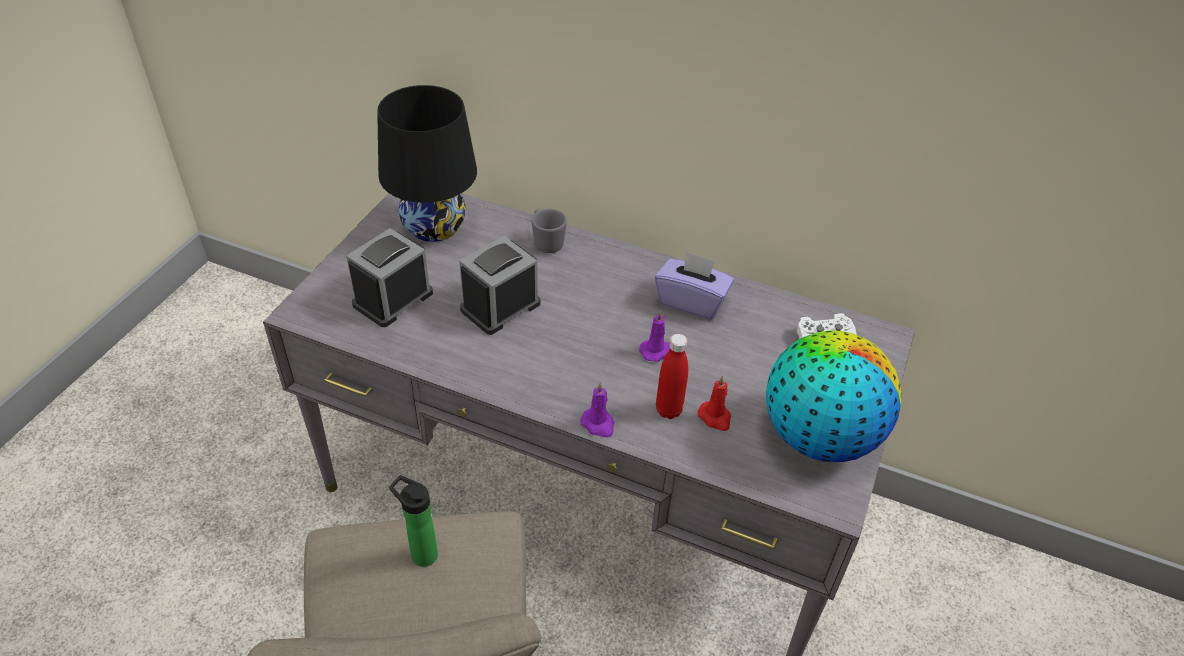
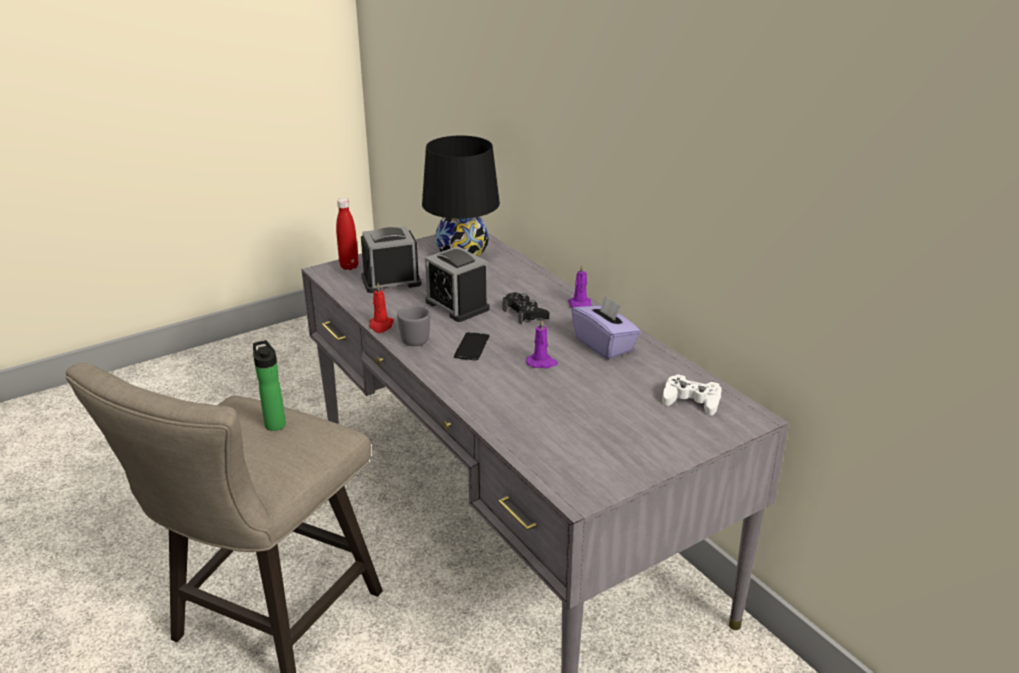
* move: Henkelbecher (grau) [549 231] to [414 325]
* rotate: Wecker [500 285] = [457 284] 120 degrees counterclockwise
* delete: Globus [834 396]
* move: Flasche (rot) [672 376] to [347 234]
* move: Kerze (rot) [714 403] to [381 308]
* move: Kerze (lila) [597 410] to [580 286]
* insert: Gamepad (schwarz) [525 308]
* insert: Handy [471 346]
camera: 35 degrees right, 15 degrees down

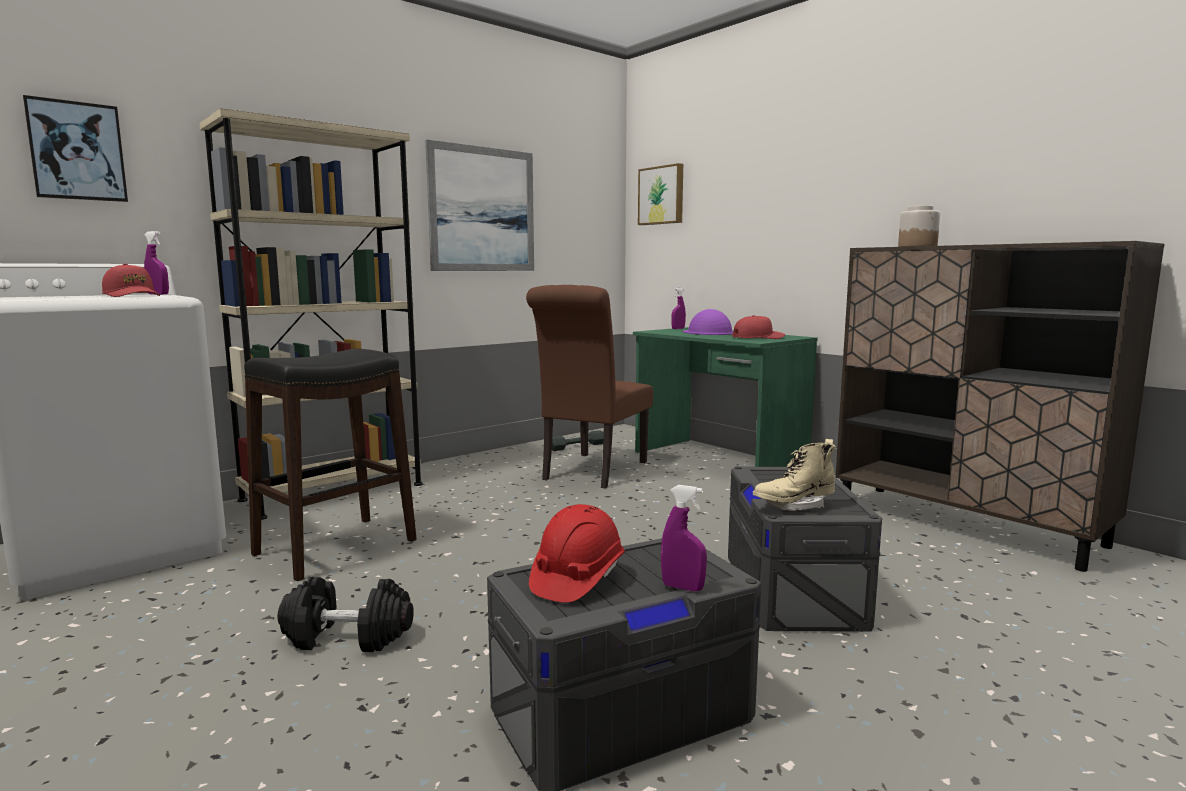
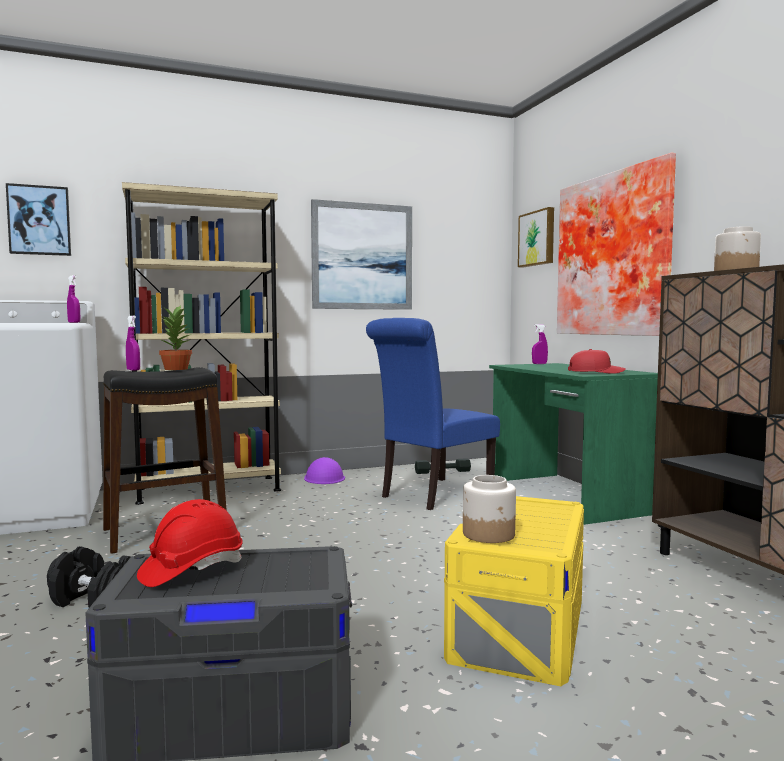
* delete: Kappe (rot) [131 280]
* recolor: Stuhl (braun) [589 387] to Stuhl (blau) [433 414]
* move: Schutzhelm (lila) [708 322] to [324 470]
* replace: Stiefel (beige) [794 475] to Vorratsglas [489 509]
* recolor: Aufbewahrungsbox (grau) [805 549] to Aufbewahrungsbox (gelb) [514 591]
* move: Sprühflasche (lila) [684 538] to [133 343]
* insert: Bild [616 244]
* insert: Topfpflanze [175 337]
camera: 20 degrees right, 5 degrees down

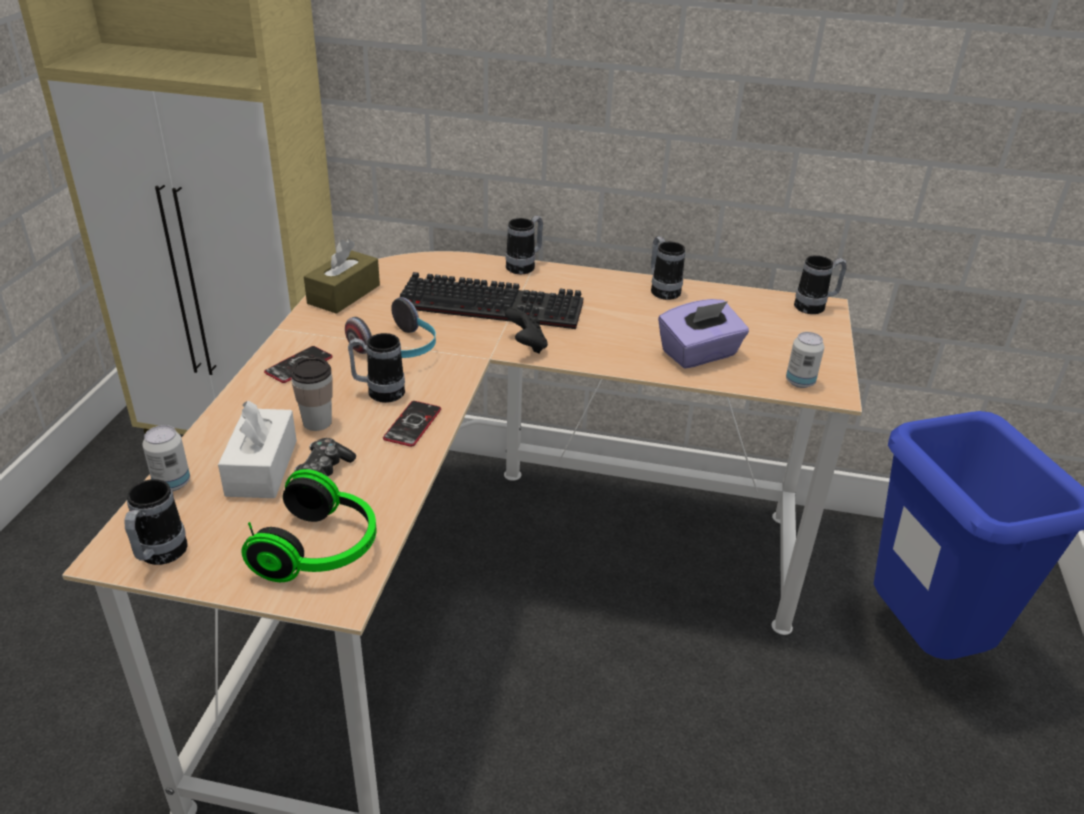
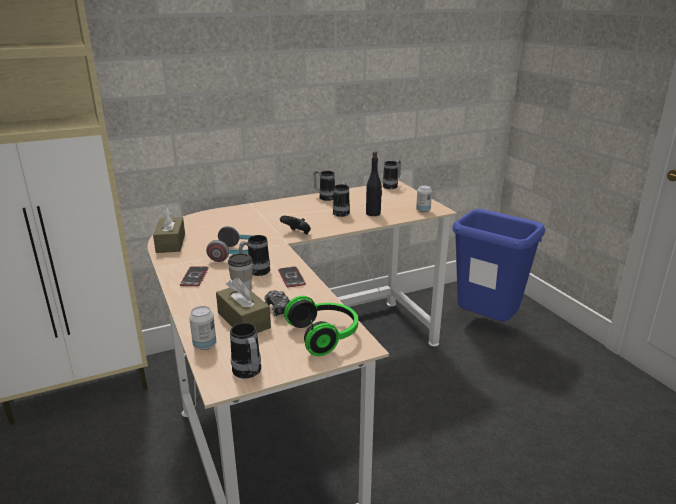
* move: Henkelbecher [524 244] to [341 199]
* delete: Tastatur [491 300]
* replace: Taschentuchbox (lila) [703 334] to Flasche (schwarz) [374 184]
* recolor: Taschentuchbox (weiß) [257 449] to Taschentuchbox (braun) [243 305]
camera: 35 degrees left, 10 degrees down

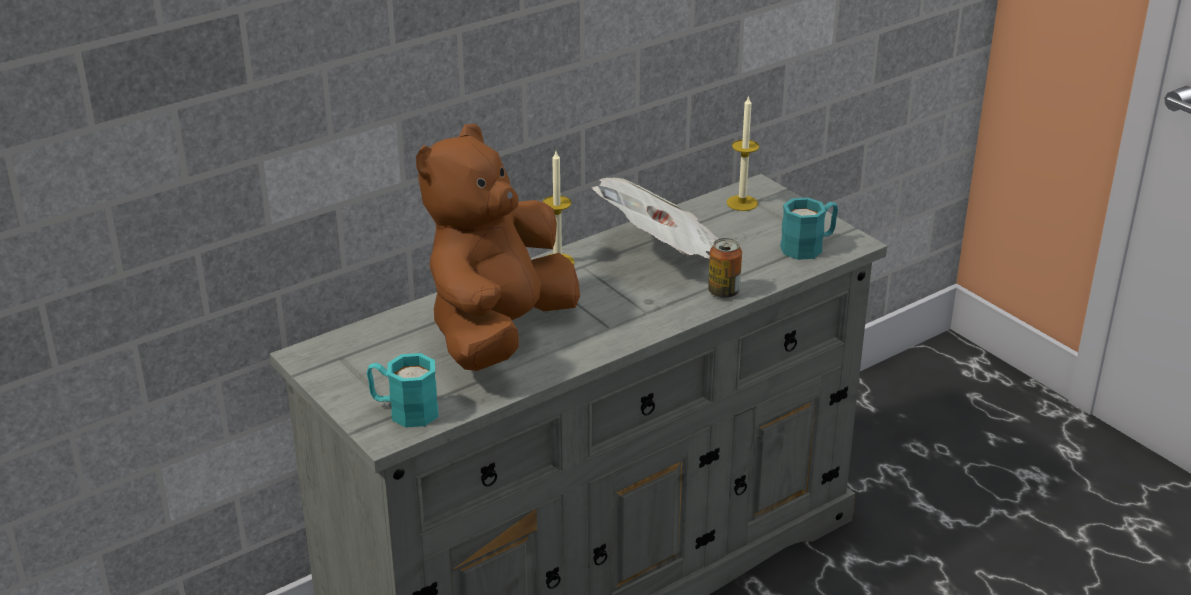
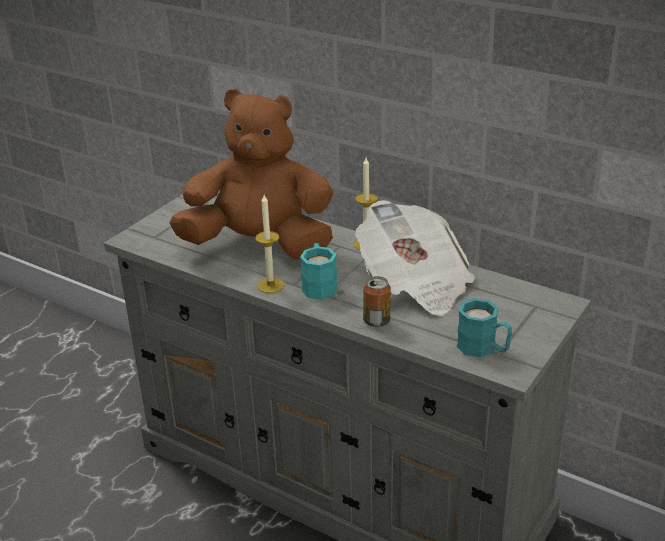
* move: Kerze [743 153] to [270 244]
* move: Henkelbecher (türkis) [403 390] to [319 271]
camera: 70 degrees right, 0 degrees up

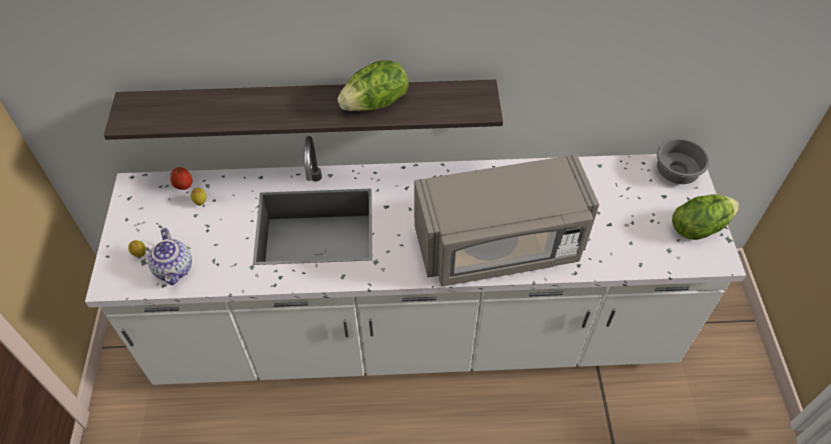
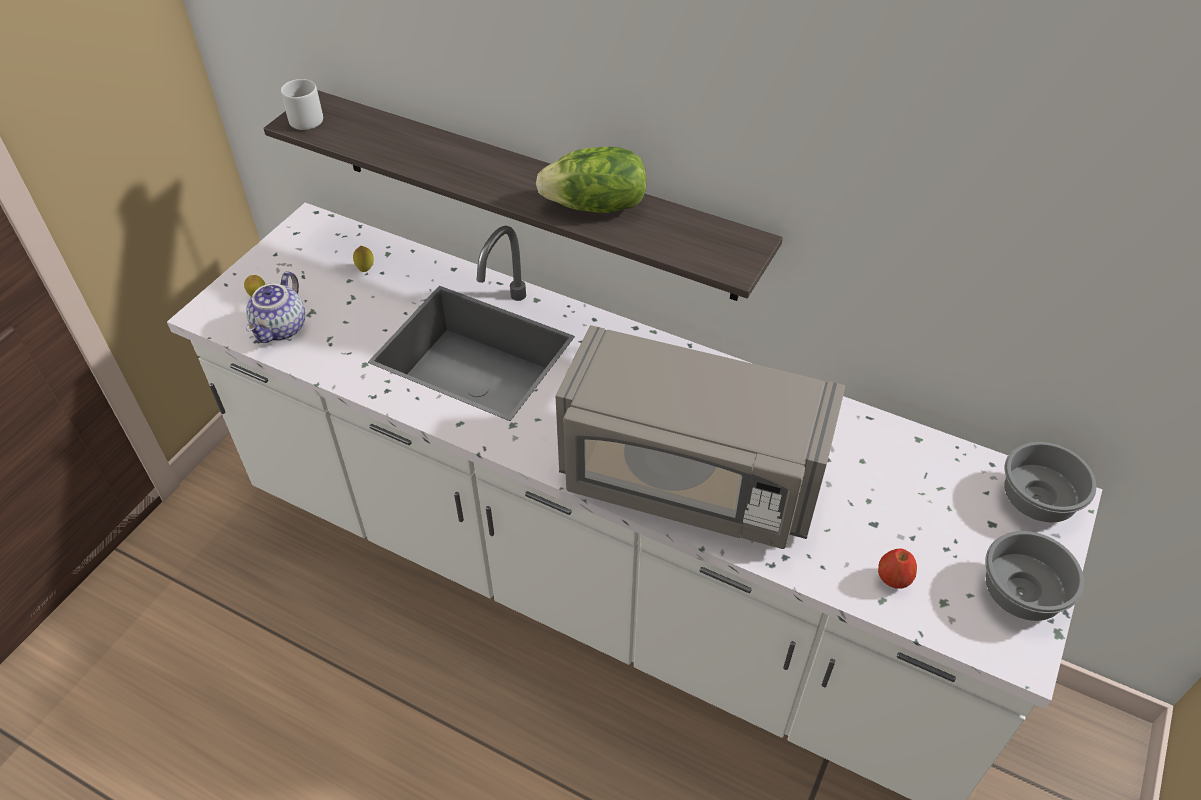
* move: Apfel [181 178] to [897 568]
* replace: Salatkopf [705 217] to Schüssel (grau) [1034 576]
* insert: Henkelbecher (grau) [302 104]
camera: 30 degrees right, 5 degrees down

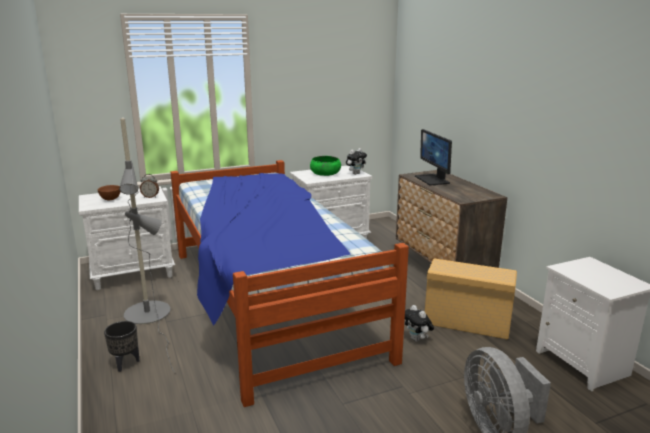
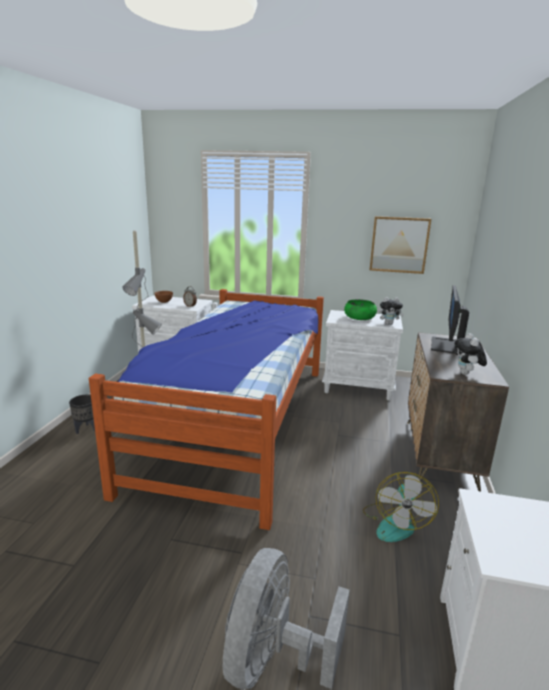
* replace: Aufbewahrungsbox (beige) [471 298] to Ventilator [401 507]
* move: Plüschtier [419 323] to [470 354]
* insert: Bild [400 245]
camera: 35 degrees right, 0 degrees up

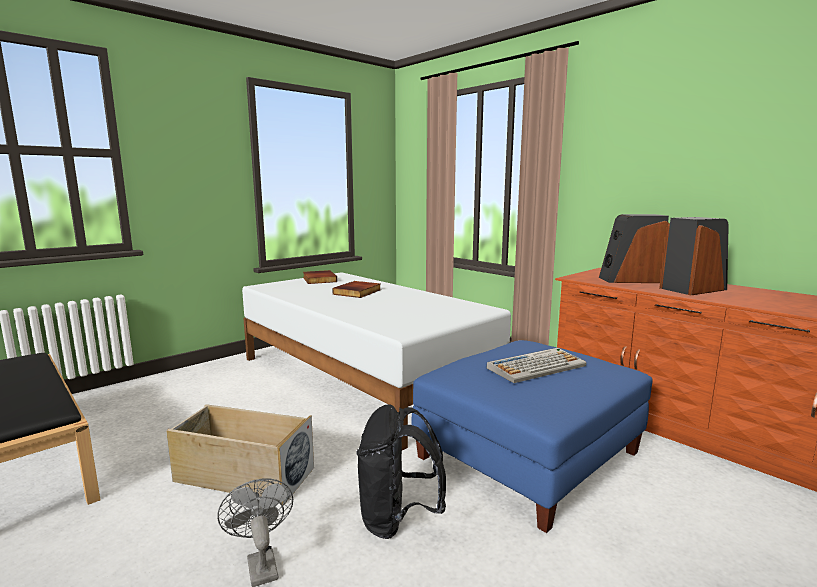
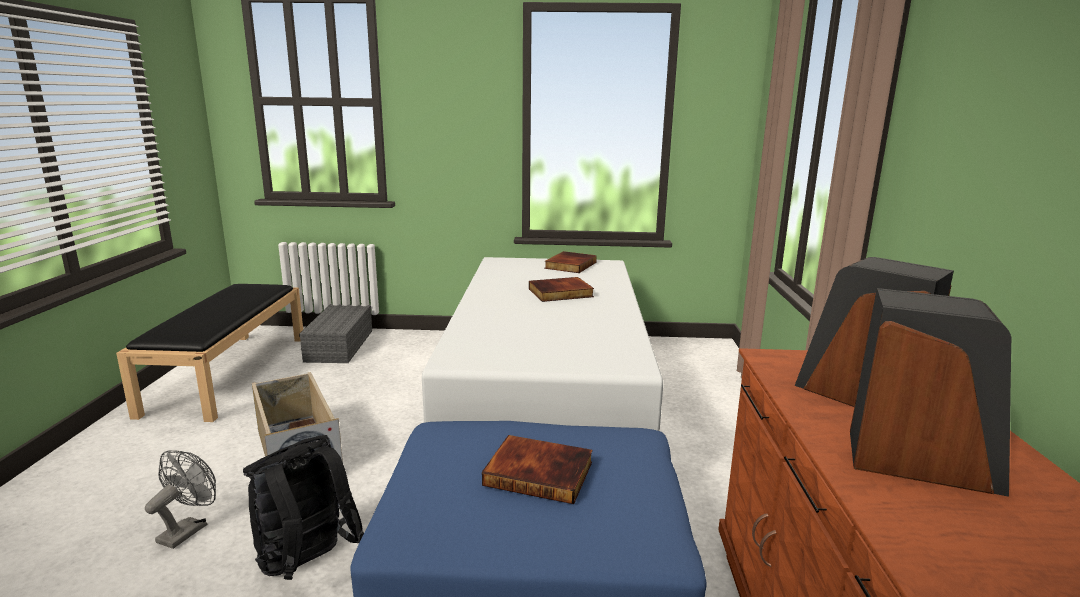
* replace: Tastatur [536 365] to Buch [537 469]
* insert: Aufbewahrungsbox (grau) [335 333]
camera: 45 degrees right, 5 degrees up

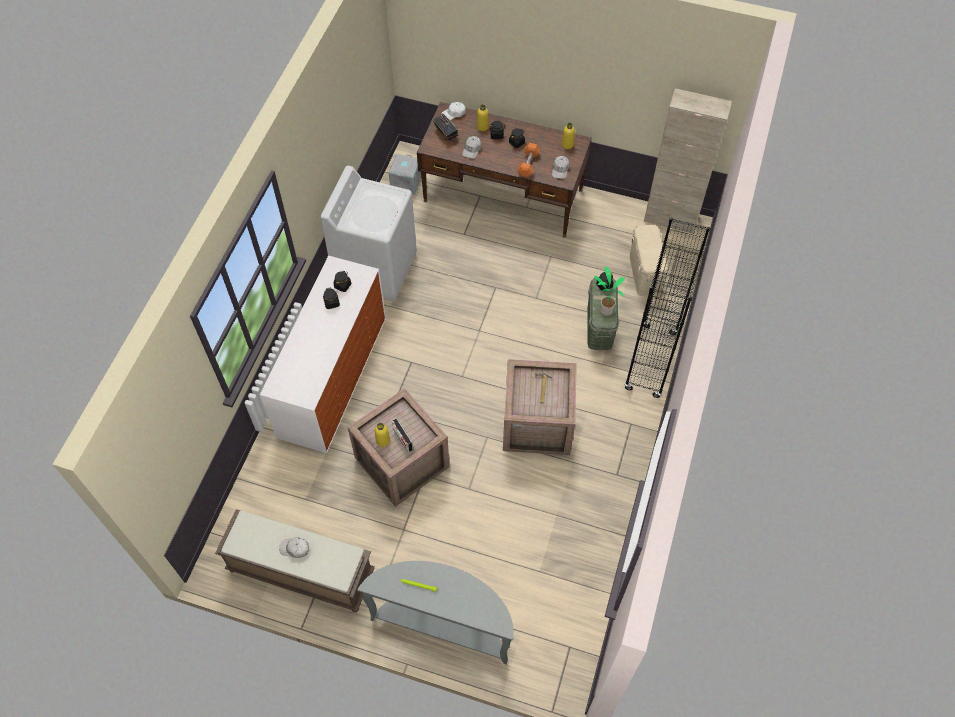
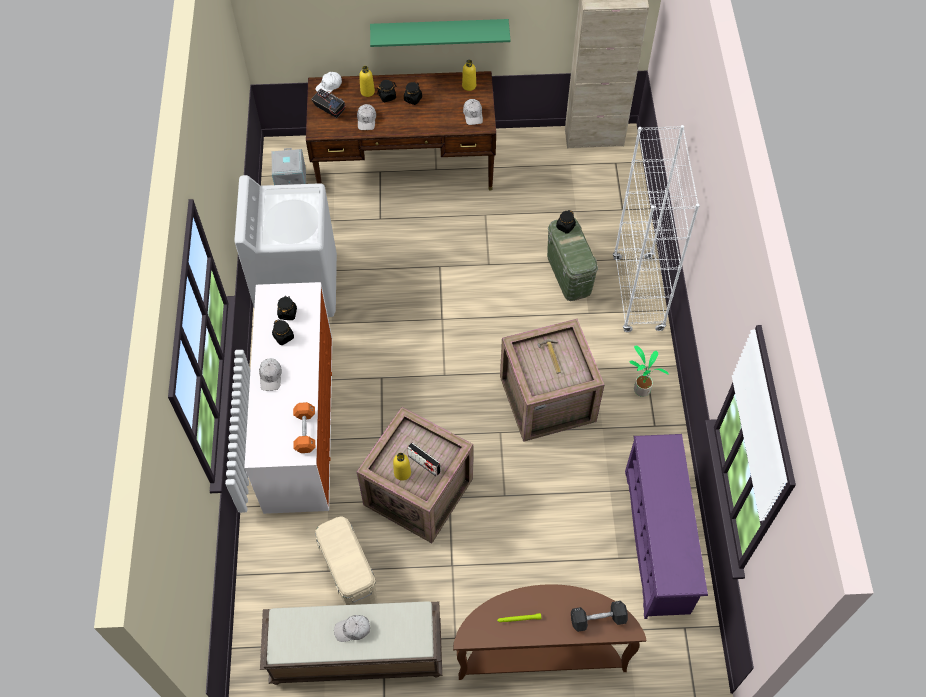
* move: Hantel (orange) [528 160] to [304 427]
* recolor: Bücherregal (schwarz) [667 308] to Bücherregal (weiß) [656 228]
* move: Aufbewahrungsbox (beige) [649 260] to [346 560]
* move: Topfpflanze [609 291] to [649 371]
* recolor: Konsolentisch (grau) [436 612] to Konsolentisch (braun) [549 632]
* insert: Wandregal (grün) [440 33]
* insert: Kappe (weiß) [270 374]
* insert: Schuhregal (lila) [666 526]
* insert: Hantel (schwarz) [599 616]
camera: 20 degrees left, 0 degrees up

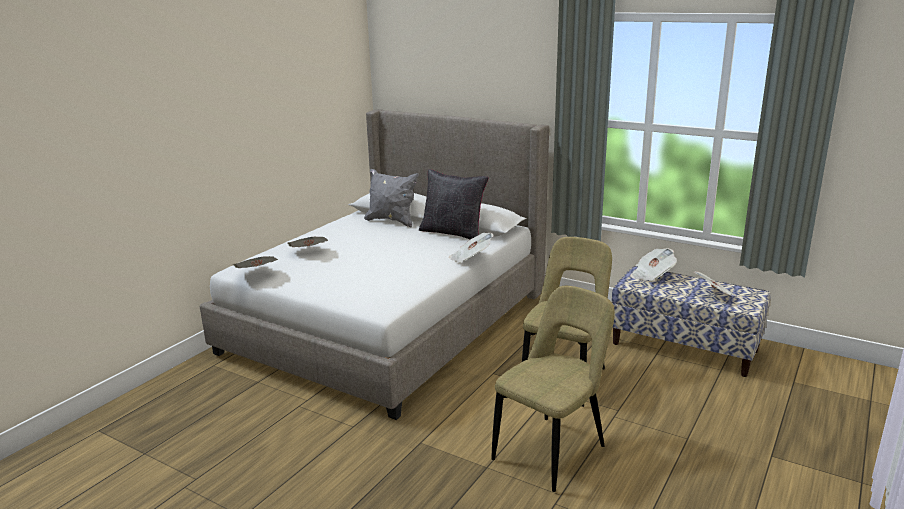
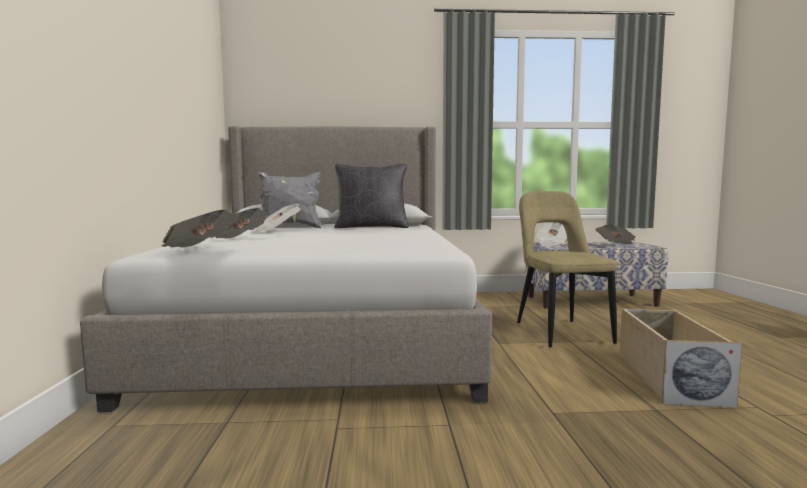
* move: Zeitung [471 248] to [276 218]
* replace: Stuhl (beige) [553 389] to Aufbewahrungsbox (beige) [681 358]
camera: 35 degrees left, 15 degrees down

